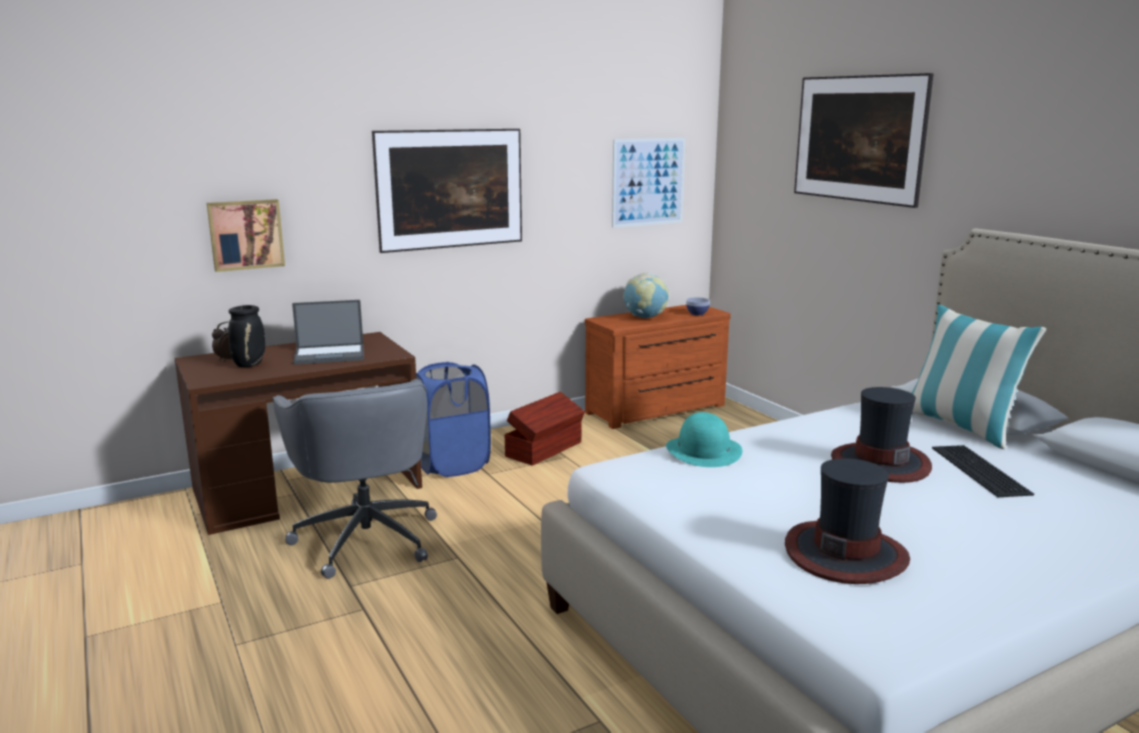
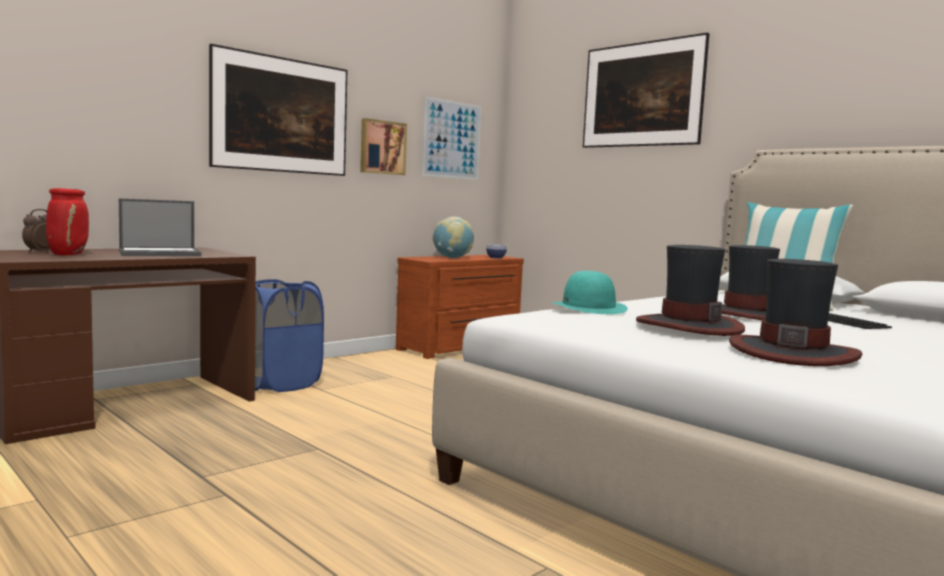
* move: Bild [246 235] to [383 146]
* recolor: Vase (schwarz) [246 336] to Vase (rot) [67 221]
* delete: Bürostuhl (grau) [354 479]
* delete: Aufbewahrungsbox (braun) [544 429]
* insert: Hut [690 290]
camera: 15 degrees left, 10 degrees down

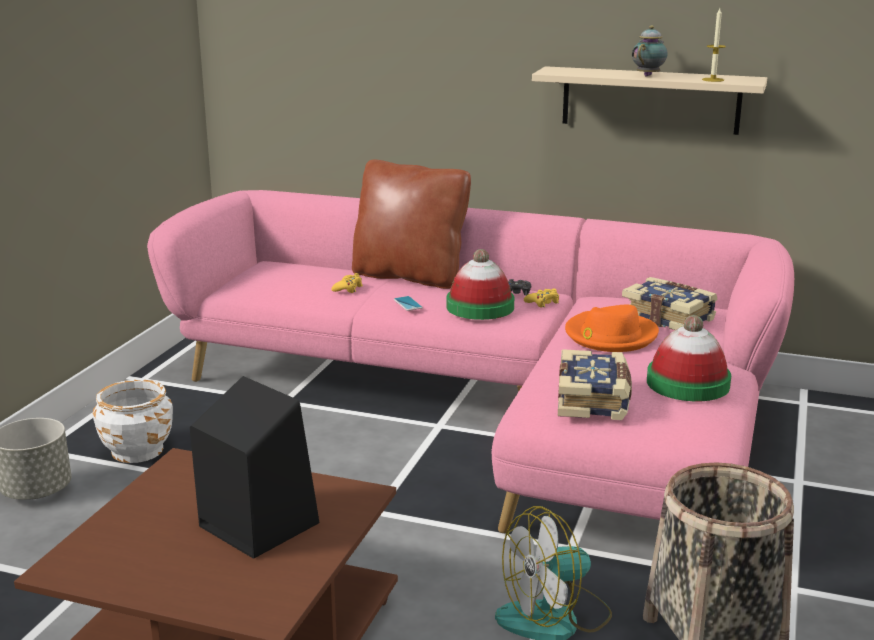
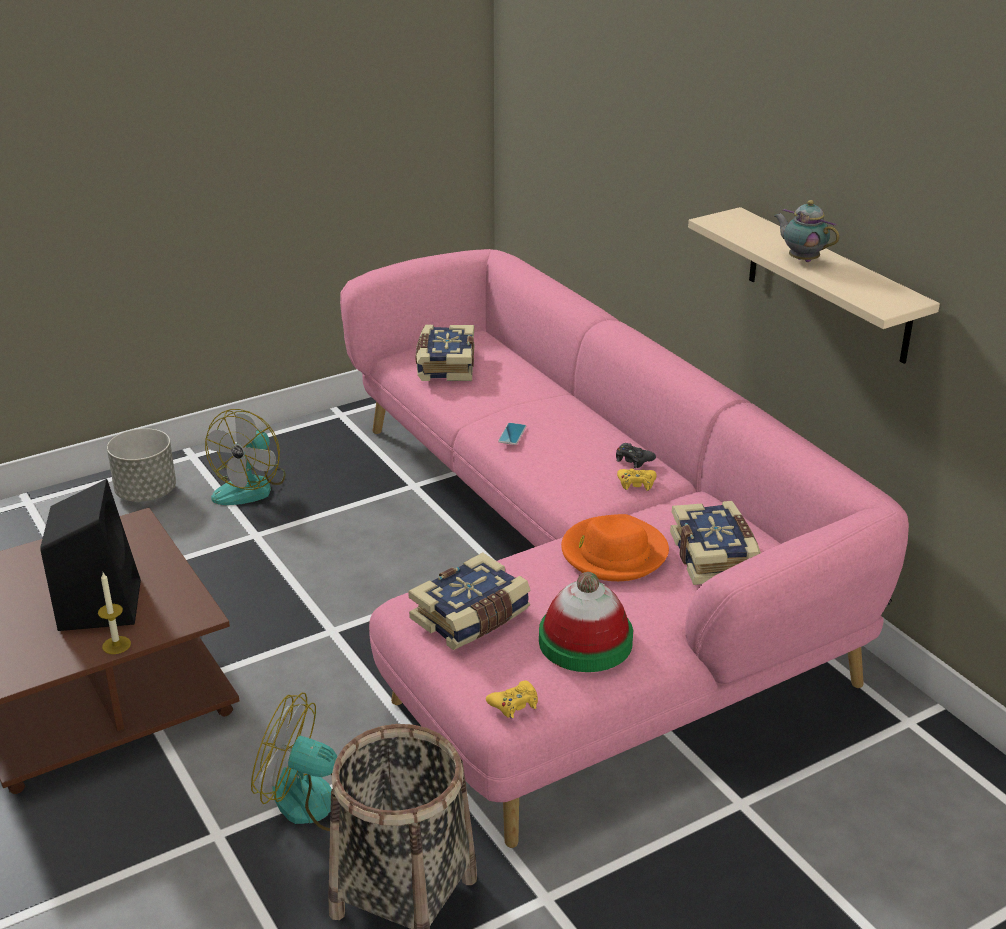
* move: Kerze [714 45] to [114 613]
* rotate: Teekanne [650 51] = [807 231] 120 degrees counterclockwise
* delete: Kissen (braun) [411 224]
* delete: Hut [480 284]
* move: Gamepad (gelb) [347 283] to [512 699]
* replace: Pflanzkübel (weiß) [133 421] to Ventilator [245 457]
* insert: Buch [445 353]
camera: 40 degrees right, 10 degrees up

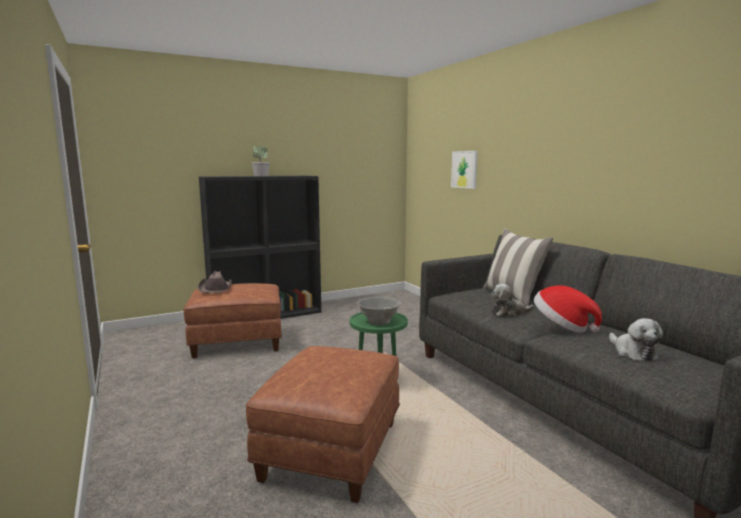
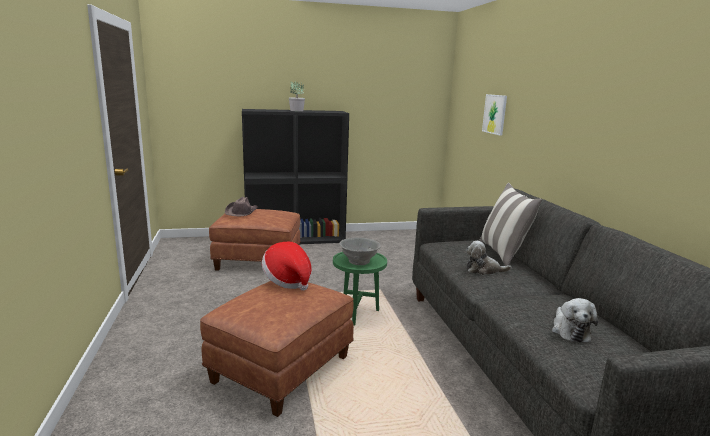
* move: Hut [568 309] to [287 266]
camera: 15 degrees right, 5 degrees up

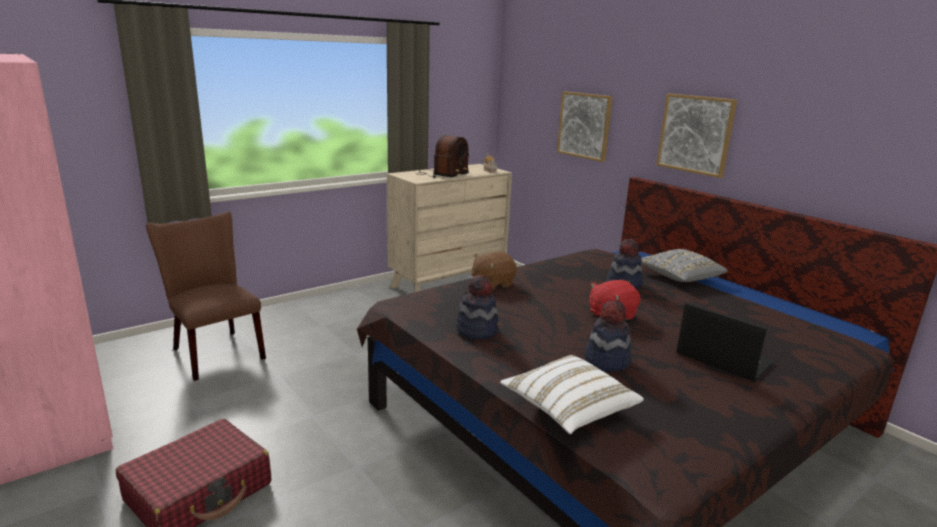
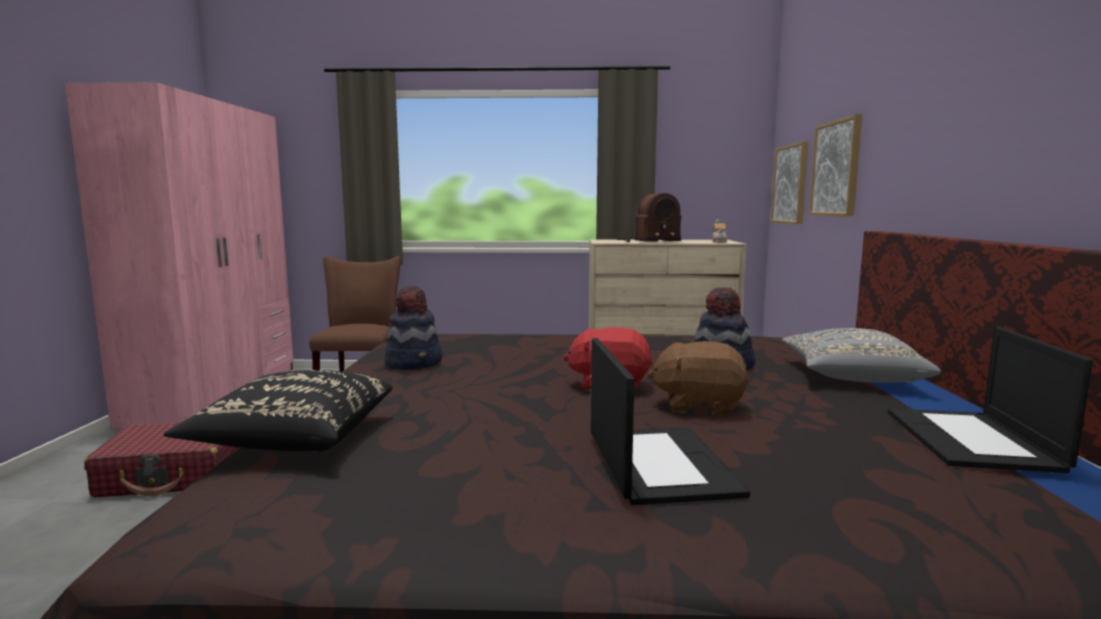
* move: Bild [696 135] to [789 183]
* move: Plüschtier (braun) [494 270] to [698 378]
* delete: Hut [608 336]
* recolor: Kissen (weiß) [572 394] to Kissen (schwarz) [278 411]
* insert: Laptop [990 400]
camera: 40 degrees right, 10 degrees down

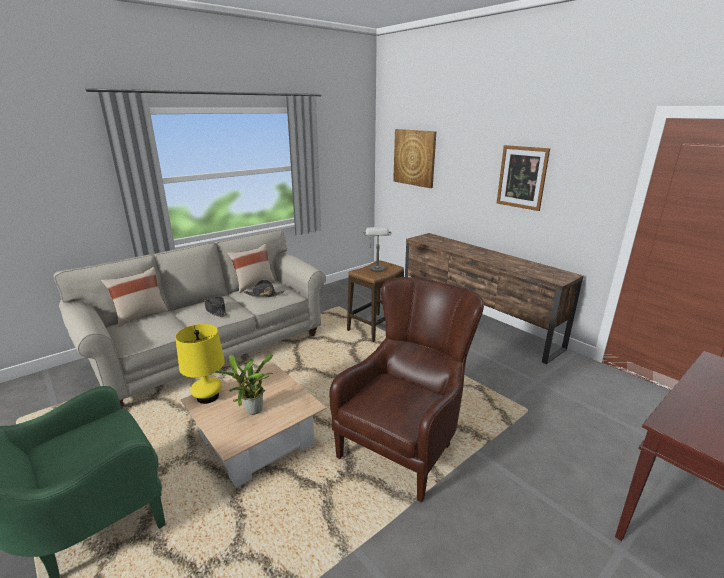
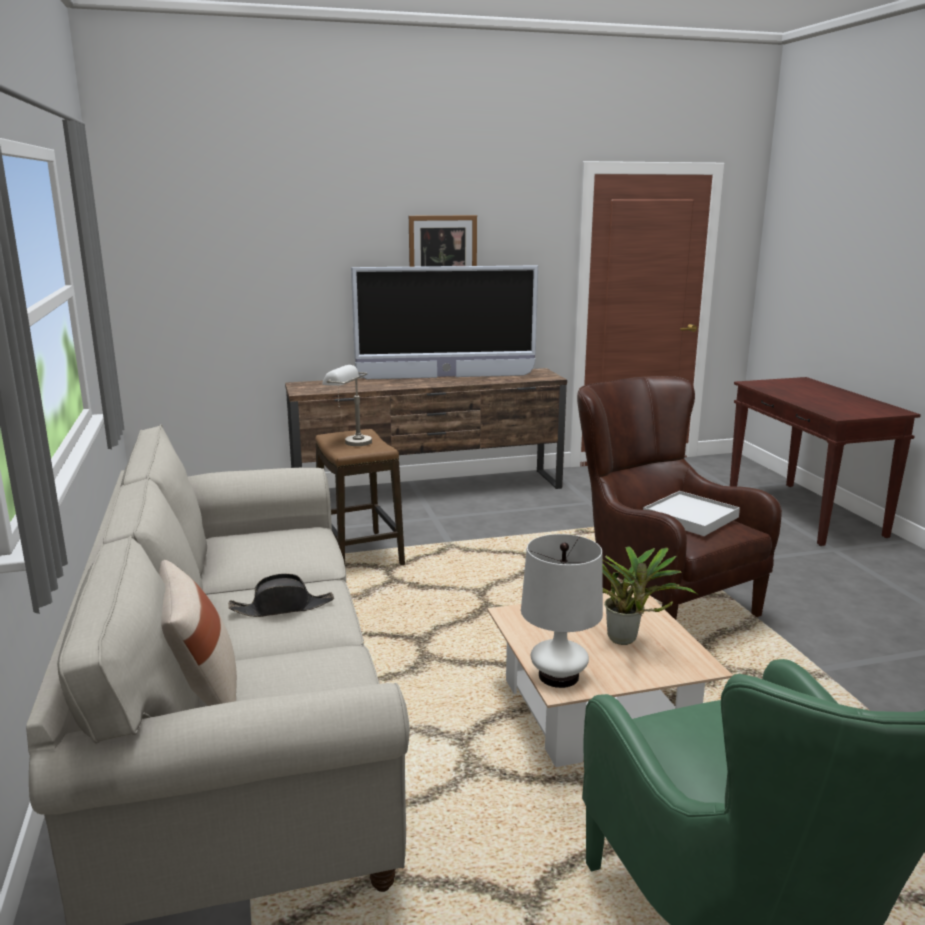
* delete: Bild [414 158]
* delete: Kissen (beige) [251 268]
* delete: Hut (schwarz) [264 288]
* recolor: Tischlampe (gelb) [200 364] to Tischlampe (weiß) [562 611]
* insert: Fernseher [444 322]
* insert: Tablett (weiß) [691 513]
camera: 65 degrees left, 5 degrees down

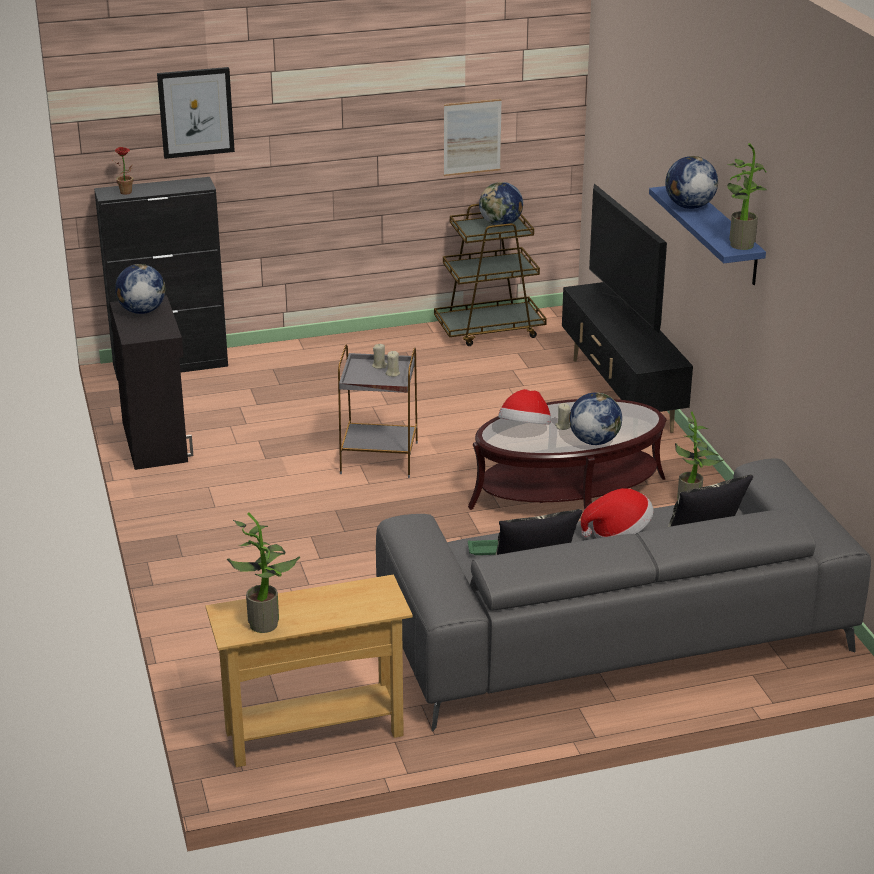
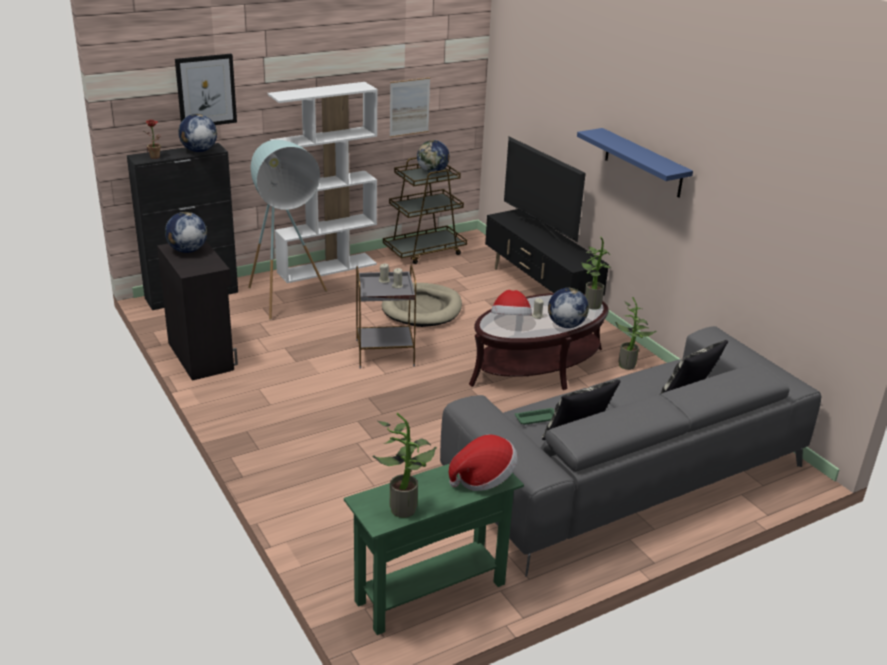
* move: Topfpflanze [747 196] to [596 273]
* move: Globus [691 182] to [197 133]
* move: Hut [617 513] to [483 463]
* recolor: Konsolentisch (beige) [309 670] to Konsolentisch (grün) [434 549]
* insert: Bücherregal (weiß) [323 182]
* insert: Stehlampe (türkis) [287 230]
* insert: Hundebett (beige) [422 305]
camera: 15 degrees left, 0 degrees up

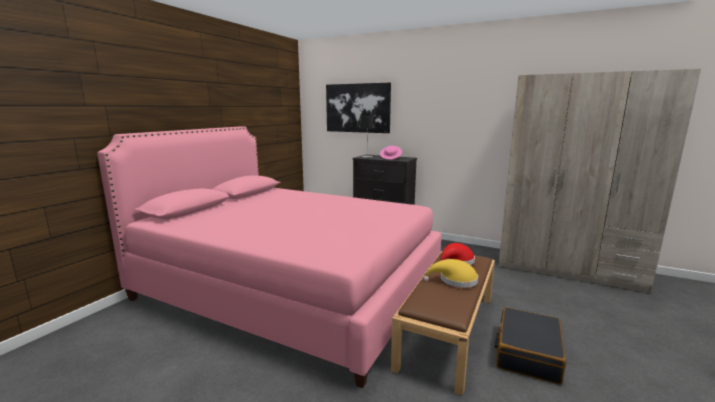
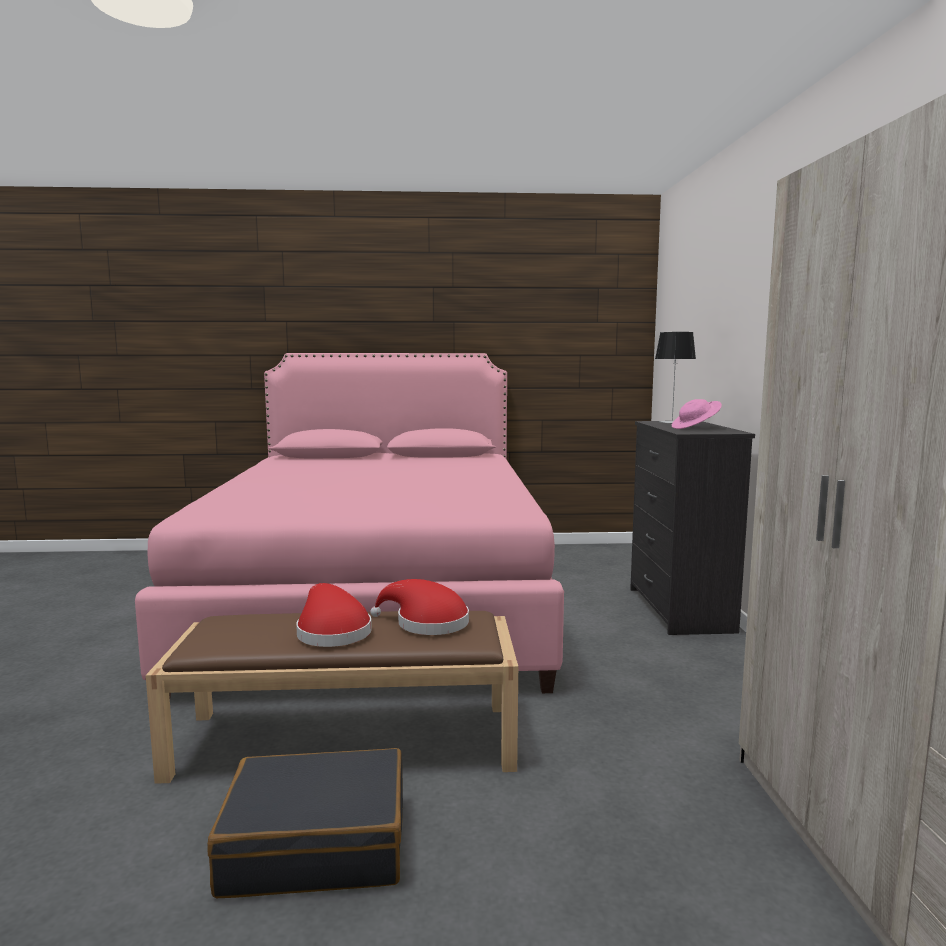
* delete: Bild [358 108]
* recolor: Hut (gelb) [451 273] to Hut (rot) [334 615]
camera: 60 degrees right, 5 degrees down

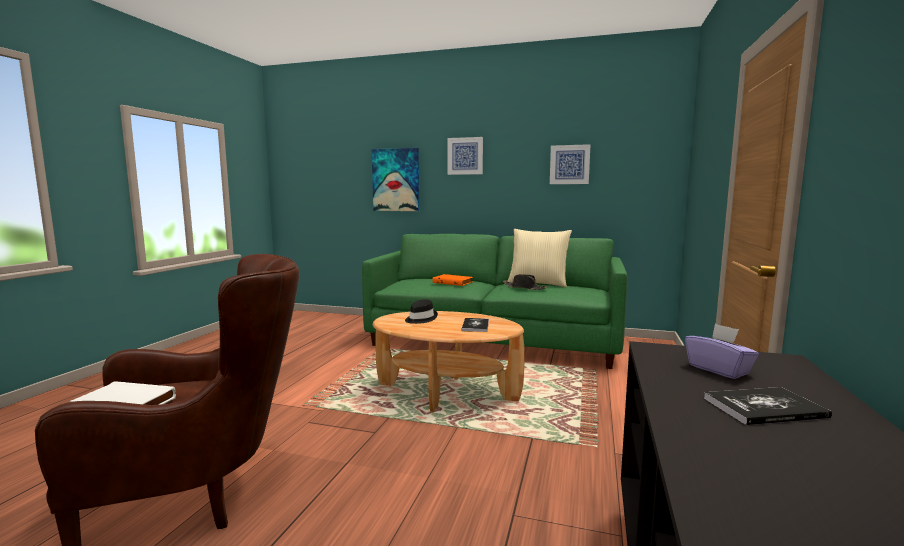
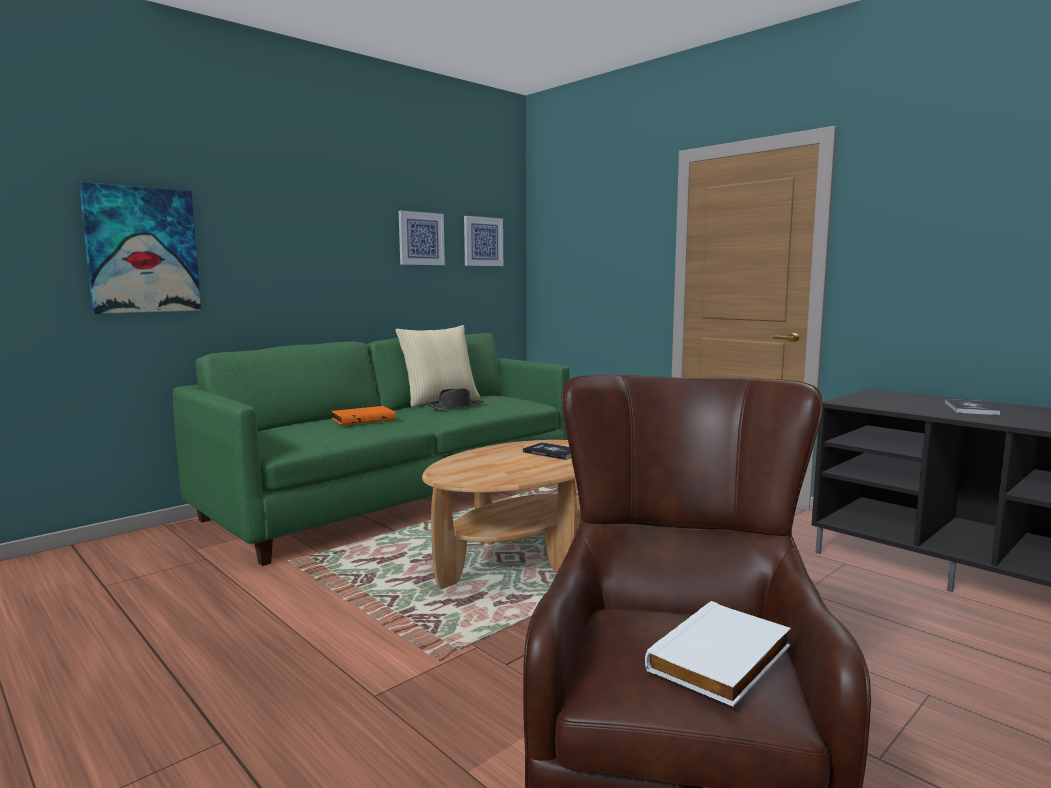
* move: Bild [465 156] to [483 241]
* delete: Hut (schwarz) [421 312]
* delete: Taschentuchbox (lila) [722 351]
camera: 60 degrees left, 0 degrees up

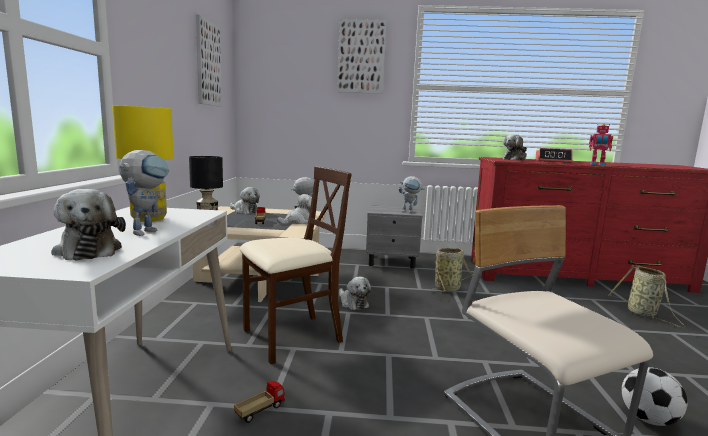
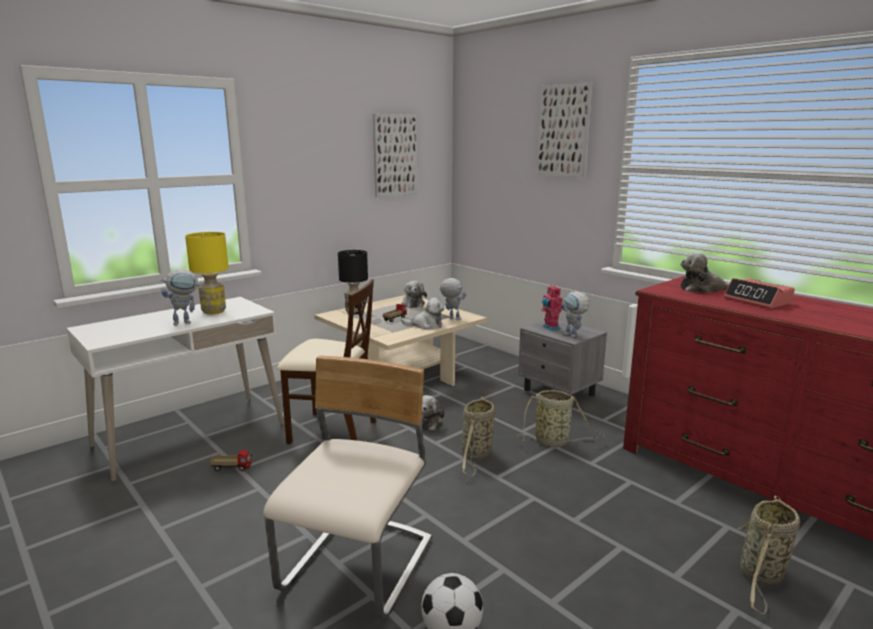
* move: Spielzeugroboter [601 145] to [552 308]
* delete: Plüschtier [88 225]
* insert: Korb [478 436]
camera: 45 degrees right, 5 degrees up

